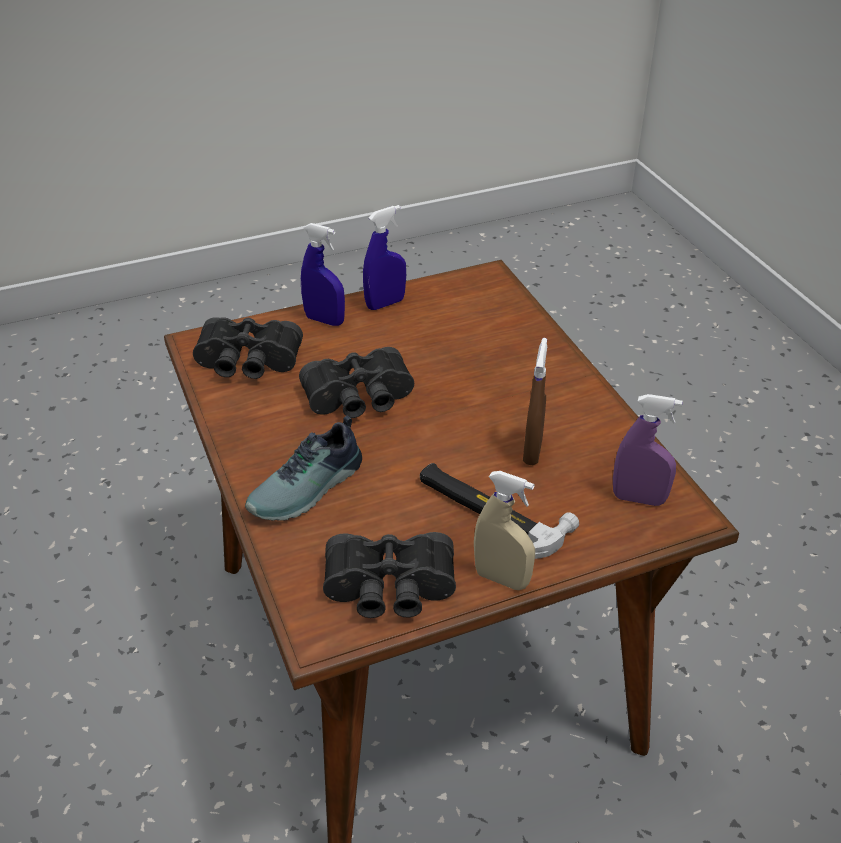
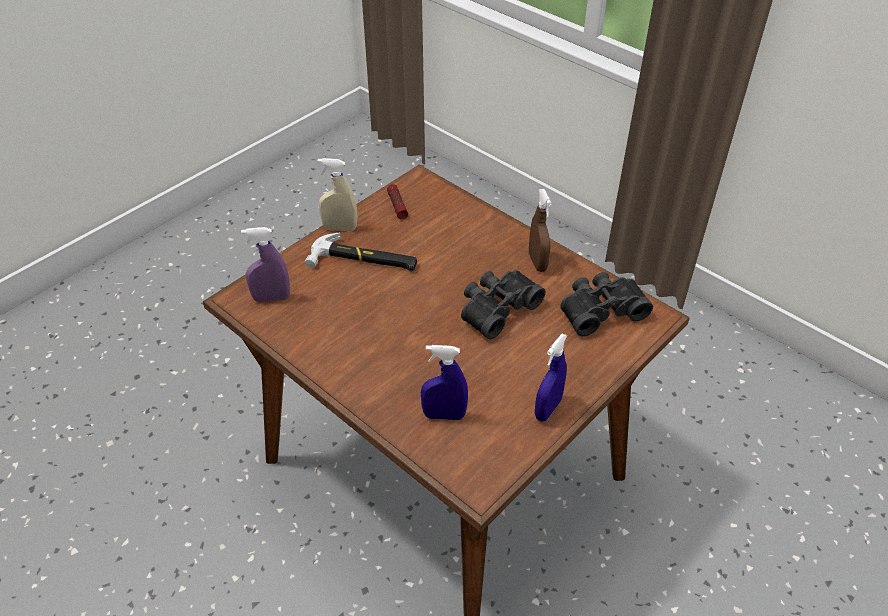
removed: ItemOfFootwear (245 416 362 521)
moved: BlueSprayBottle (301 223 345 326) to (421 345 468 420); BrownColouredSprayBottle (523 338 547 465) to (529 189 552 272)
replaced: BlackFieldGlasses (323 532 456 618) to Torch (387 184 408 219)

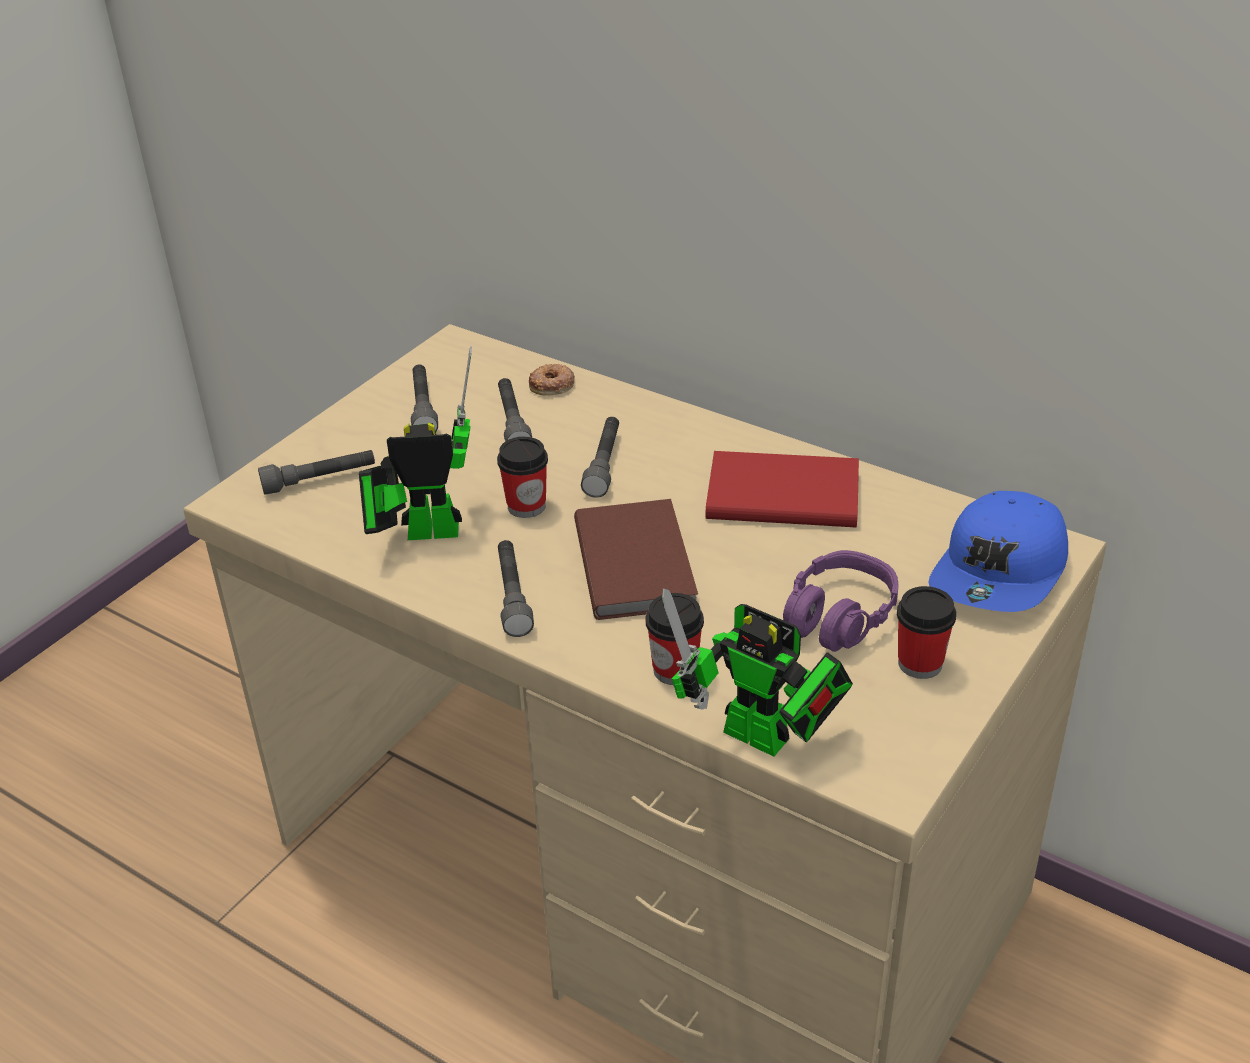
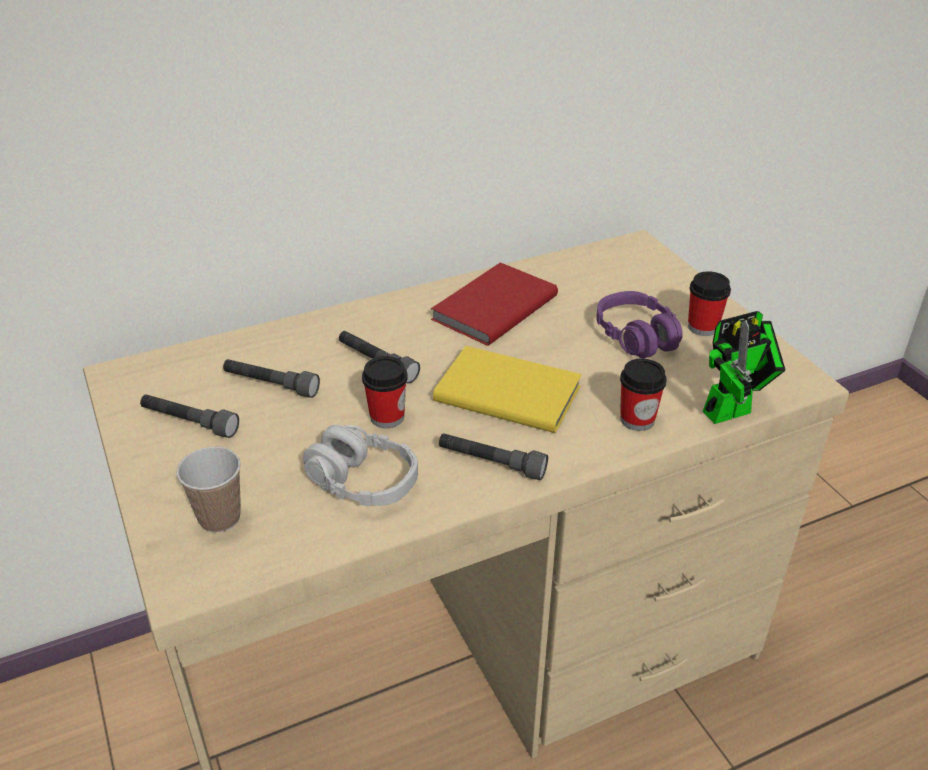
removed: RingDoughnut (529 364 575 396); BlueBaseballCap (928 491 1068 612)
replaced: RobotFigure (359 346 472 540) to GreyHeadphones (303 425 418 506); GreyTorch (258 450 375 495) to SmallCup (177 447 241 533)
recoloured: BrownColouredBoundBook (574 499 698 620) to YellowColouredBoundBook (433 346 582 433)

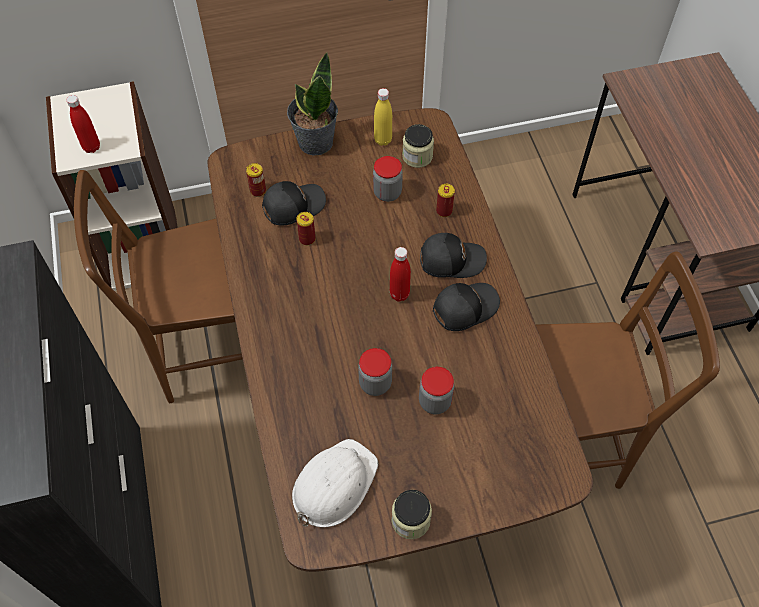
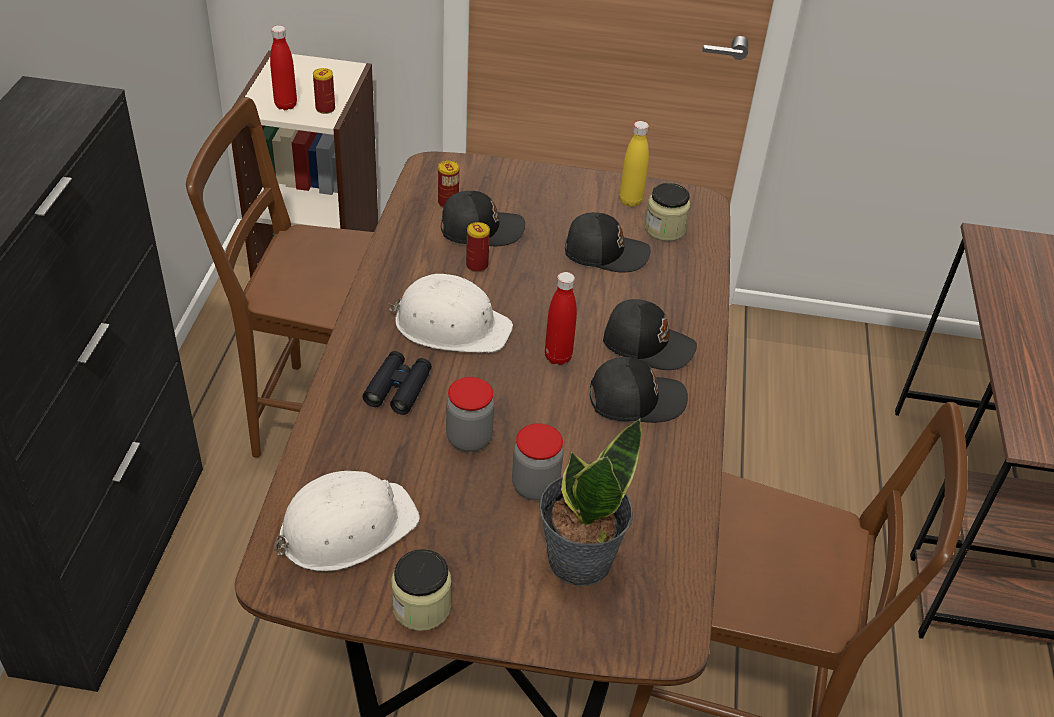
added: WhiteSafetyHelmet (388 274 513 353); BlackFieldGlasses (363 351 432 415)
moved: PottedPlant (287 52 338 156) to (539 418 642 587); SealedCan (436 184 455 217) to (313 68 335 114)
replaced: Jar (373 156 403 202) to BlackBaseballCap (565 212 651 272)

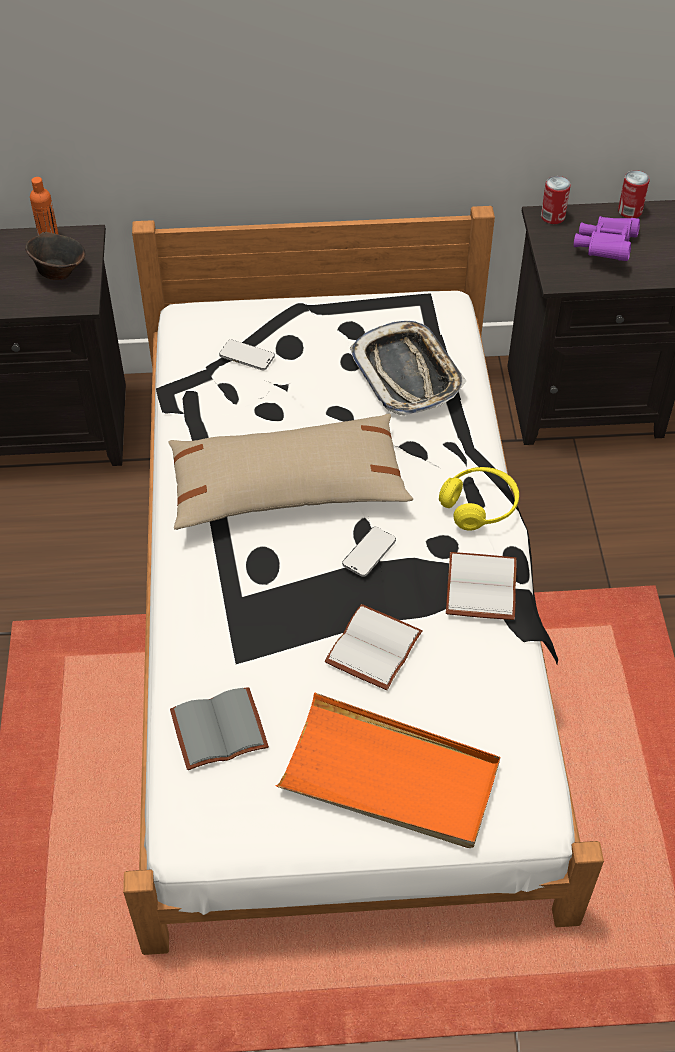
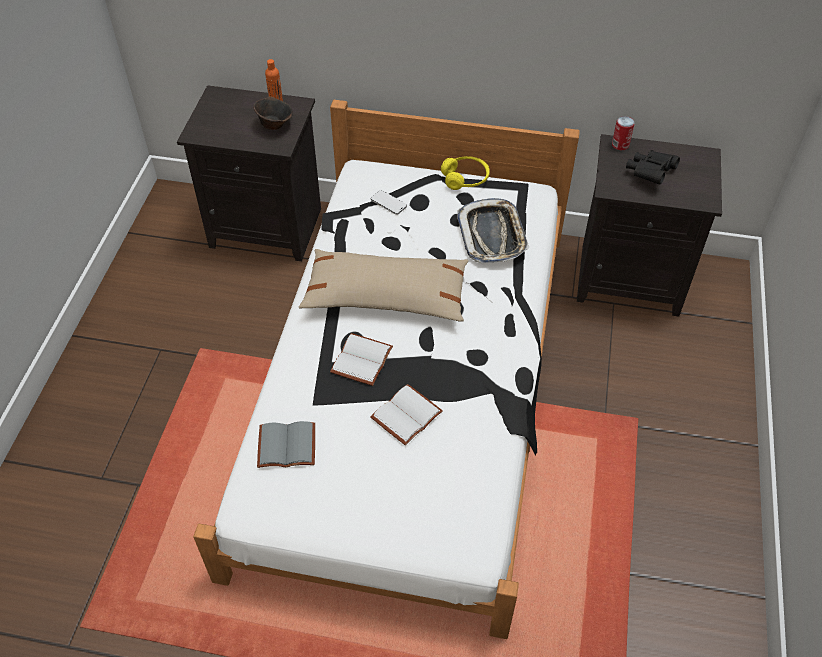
removed: SealedCan (618 170 649 218); Handset (342 527 396 577); OrangeColouredServingTray (276 692 500 848)
moved: YellowColouredHeadphones (439 467 519 531) to (441 156 490 190); WhiteBoundBook (446 552 517 620) to (330 333 393 386)
recoloured: PurpleColouredFieldGlasses (574 216 640 261) to BlackFieldGlasses (626 150 680 185)

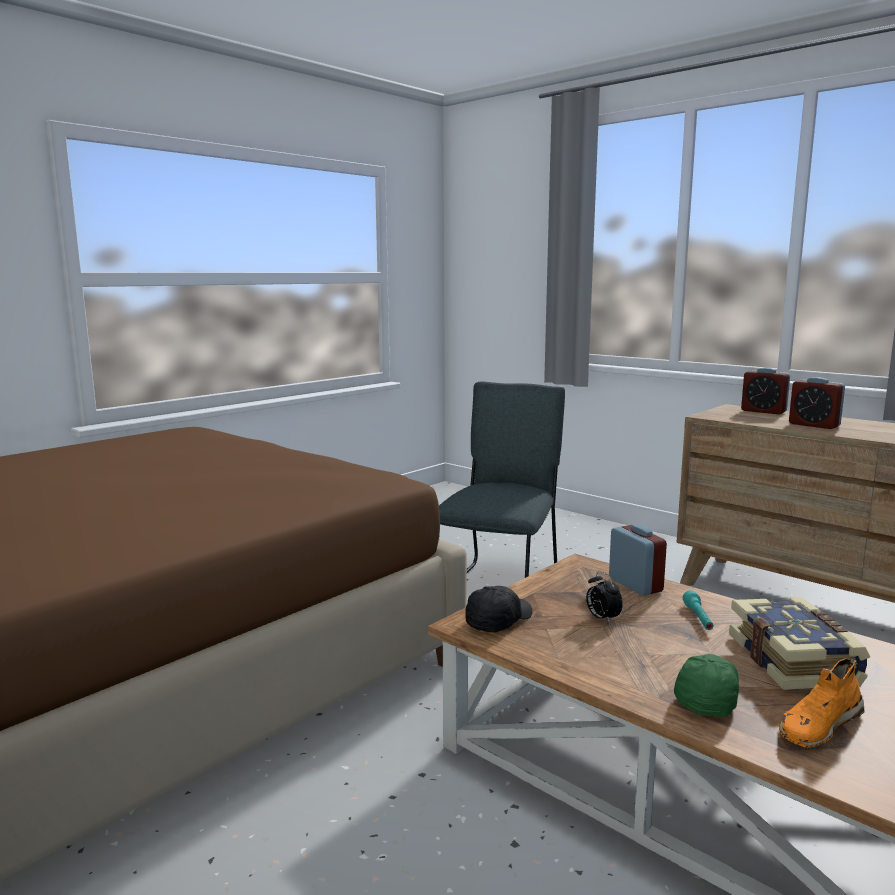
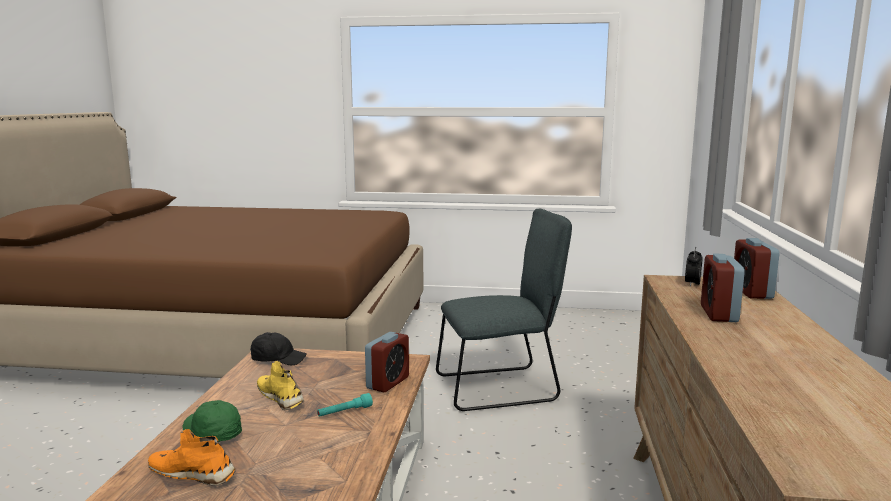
removed: BoundBook (729 597 870 690)
added: YellowColouredItemOfFootwear (257 361 304 410)
moved: BedsideClock (586 571 623 623) to (685 247 702 287)
turned: GreenishBaseballCap (674 654 739 717) = (183 400 242 442) 135 degrees counterclockwise

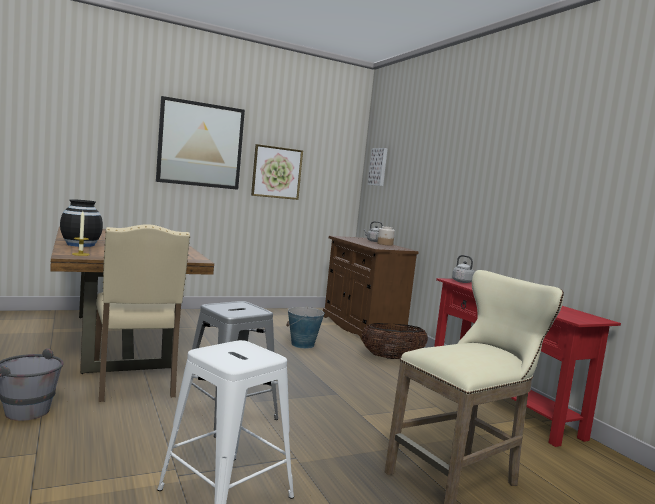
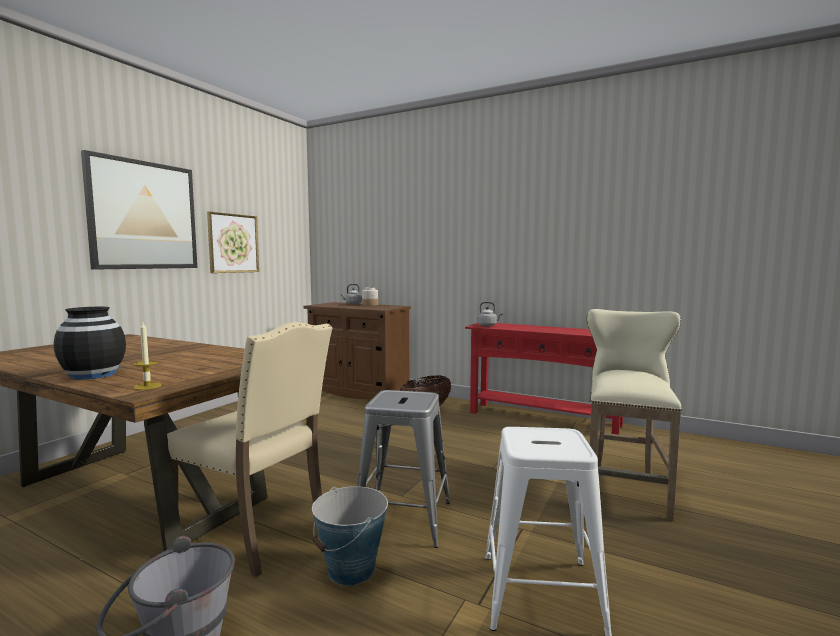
removed: Picture (368 148 388 186)
moved: Pail (286 306 324 349) to (312 486 388 586)

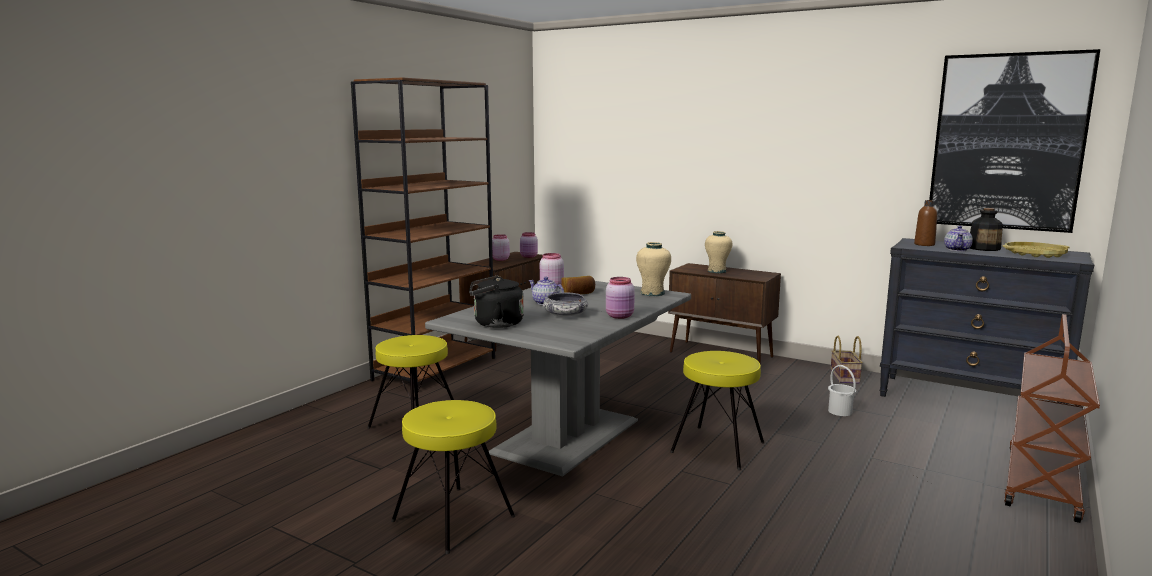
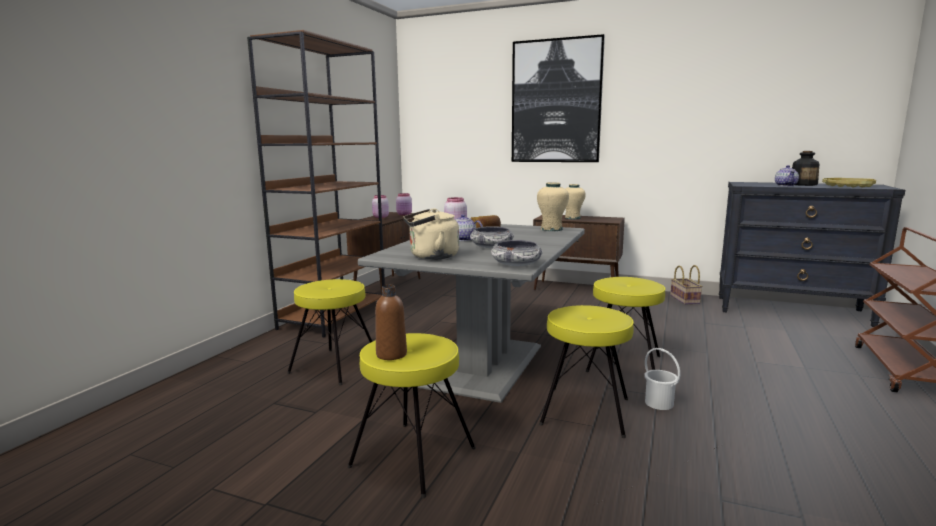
removed: PinkColouredJar (606 277 635 319)
added: DeepDish (491 240 543 266); YellowColouredStool (539 305 634 438)
moved: Picture (929 49 1100 233) to (512 34 605 162); BrownColouredBeverageBottle (914 200 937 246) to (375 285 407 360); WhitePail (828 365 856 416) to (644 348 680 410)
recoloured: BlackTeaKettle (469 275 524 328) to BeigeTeaKettle (403 208 459 260)

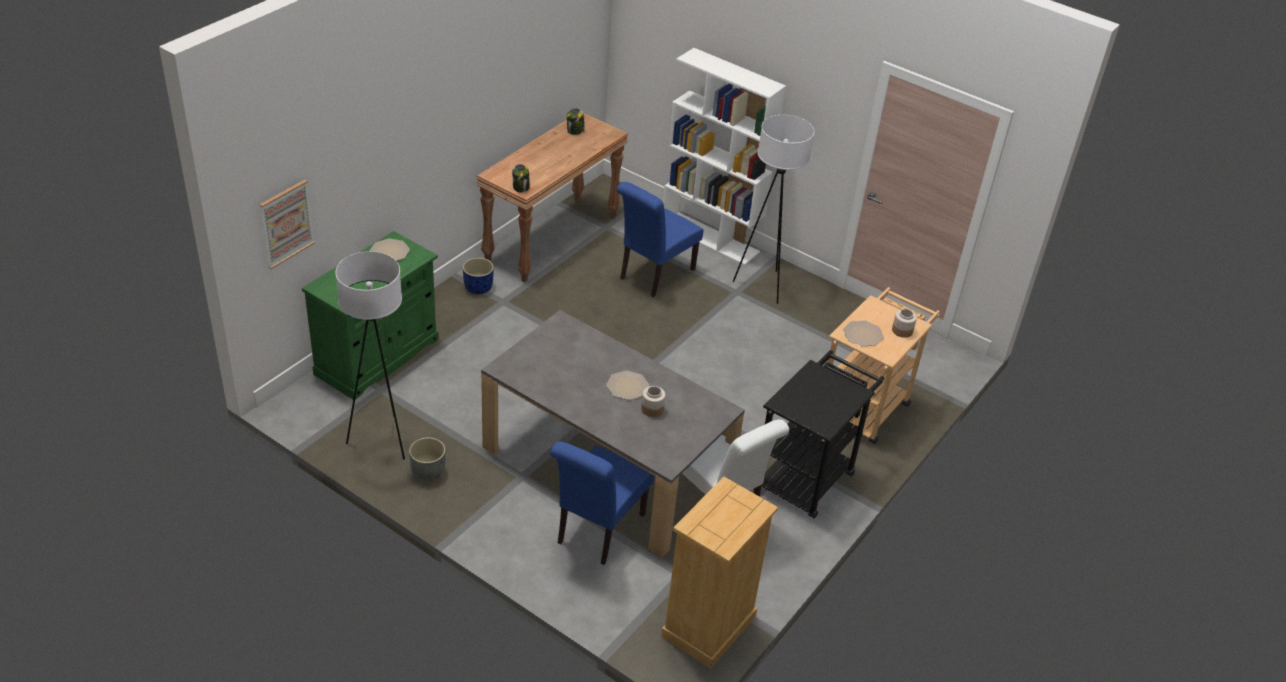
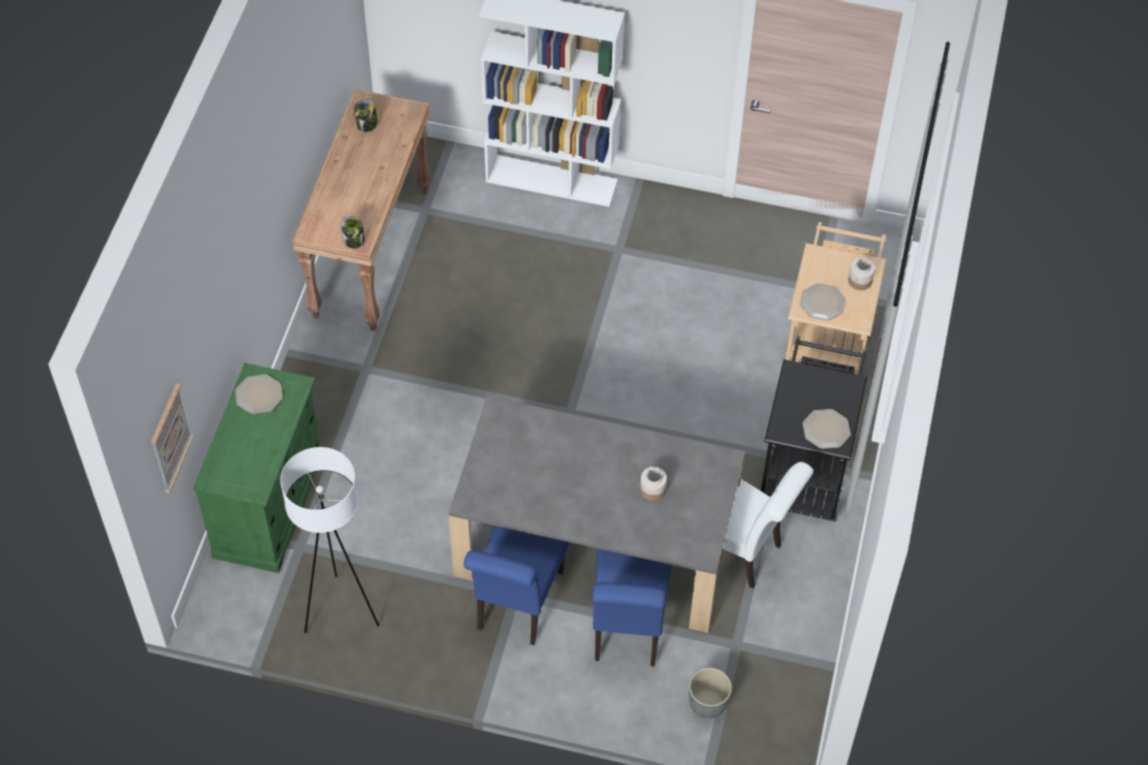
removed: WhiteStandingLamp (733 115 814 304); BluePlantPot (463 258 494 294); BeigeDresser (661 477 778 669)
moved: BlueUprightChair (617 182 703 297) to (464 526 569 645); FlatDish (606 370 649 400) to (802 409 851 449); GreyPlantPot (409 437 446 481) to (689 668 732 718)

